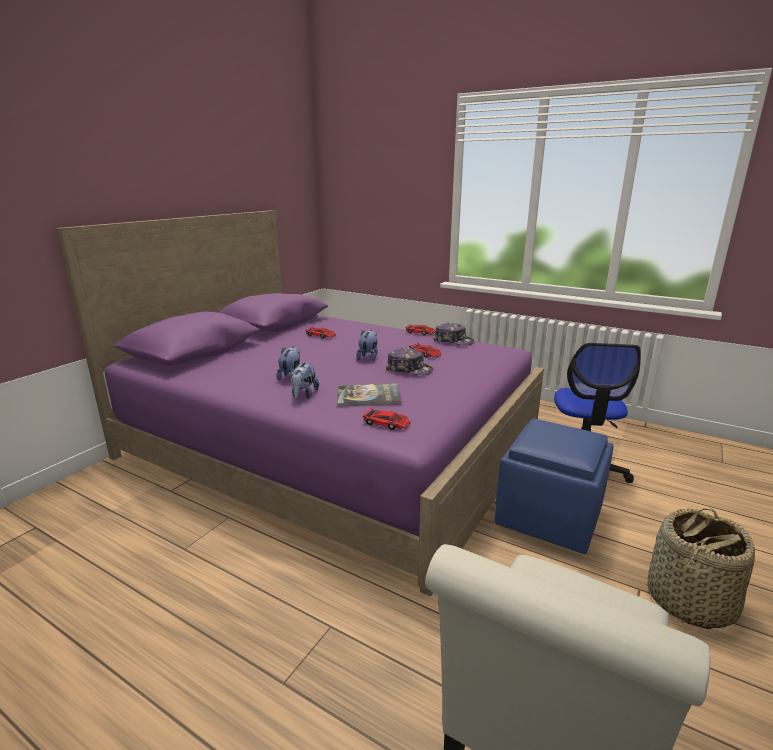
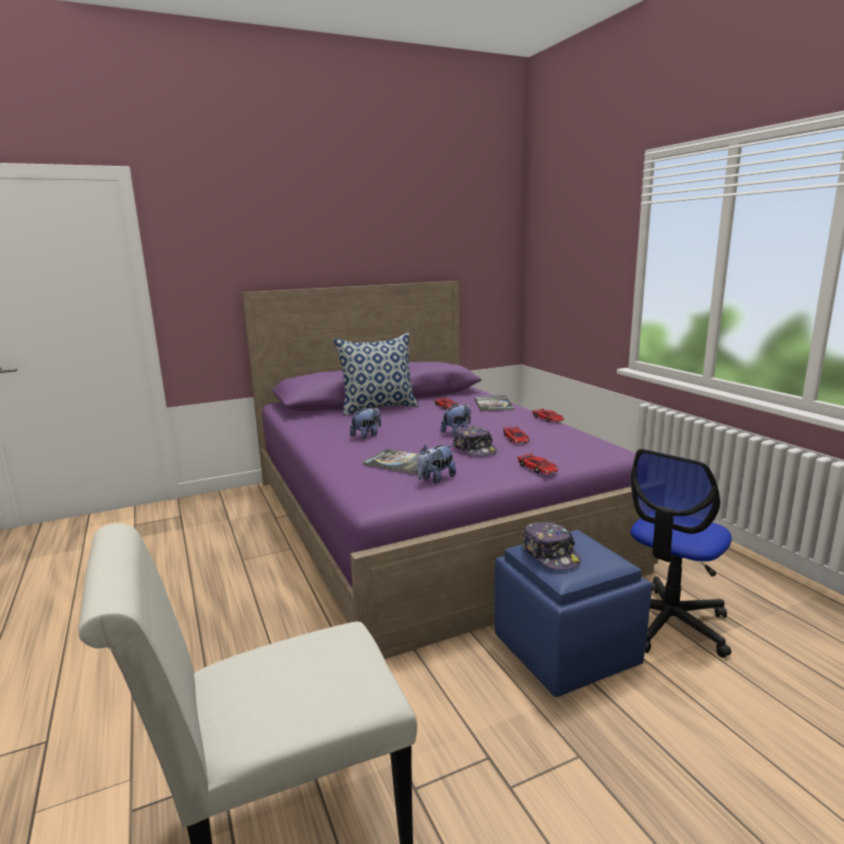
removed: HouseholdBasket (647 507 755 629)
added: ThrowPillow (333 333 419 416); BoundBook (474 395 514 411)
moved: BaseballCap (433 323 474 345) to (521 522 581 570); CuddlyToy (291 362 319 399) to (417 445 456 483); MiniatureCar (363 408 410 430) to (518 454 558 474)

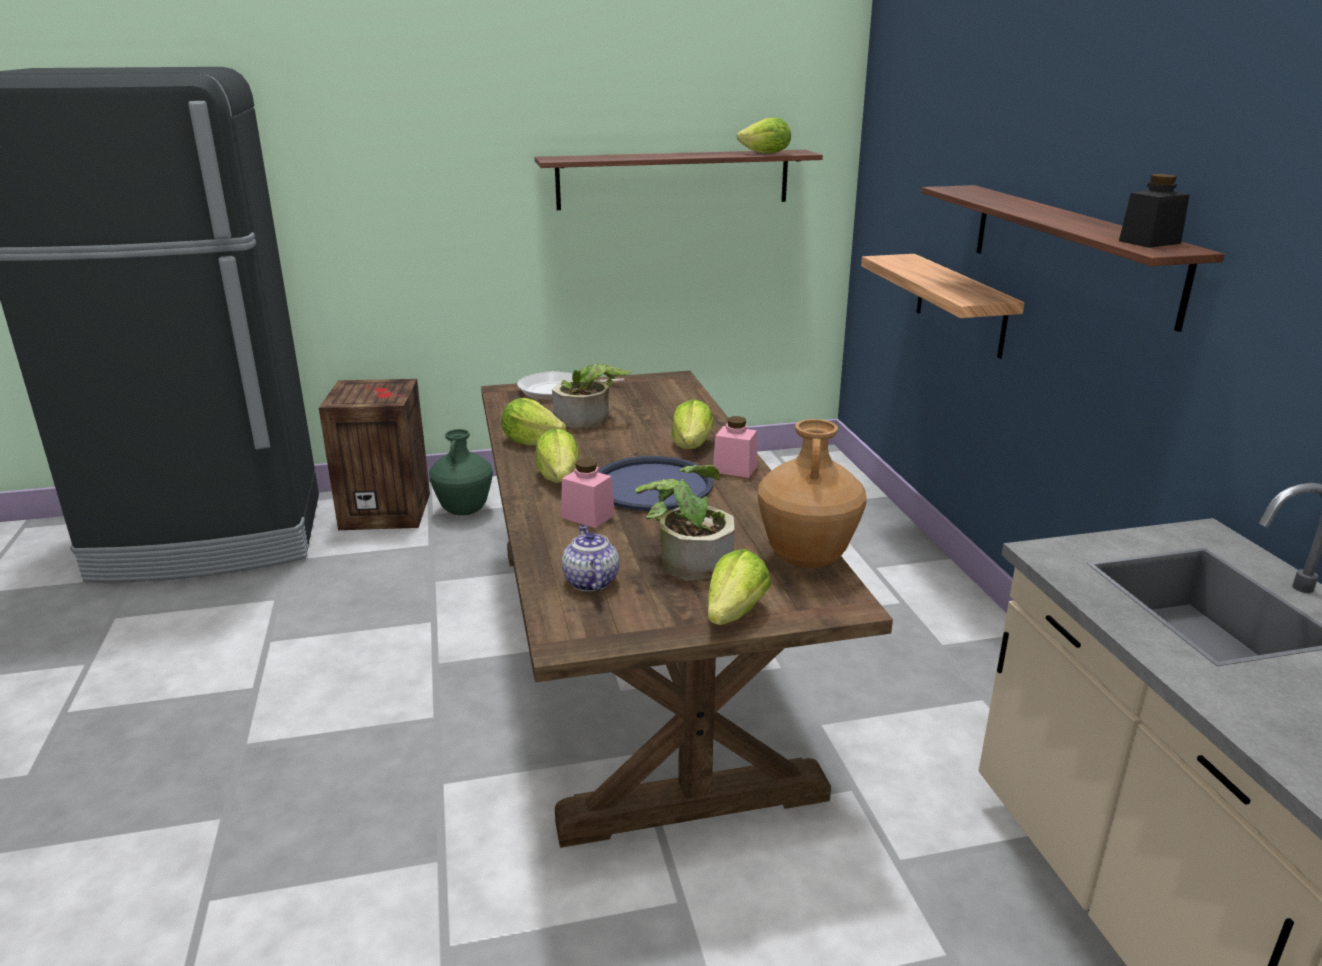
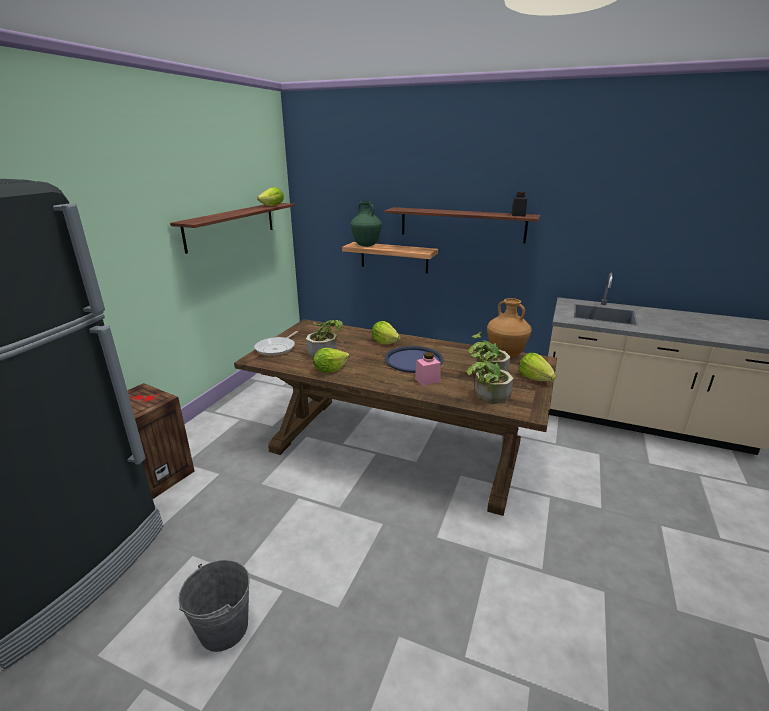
removed: PinkColouredJar (713 416 757 478); Lettuce (535 428 579 483)
added: GreyPail (179 560 250 652)
moved: GreenishFlowerVase (429 429 493 516) to (351 201 382 247)
replaced: TeaPot (562 525 619 591) to PottedPlant (467 350 514 404)

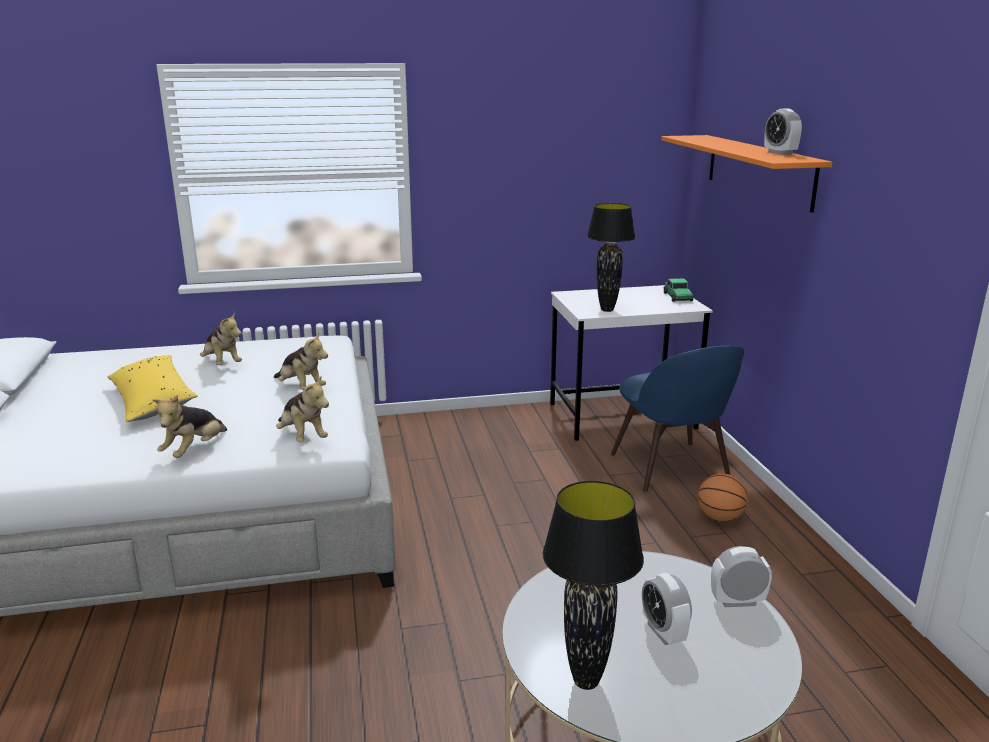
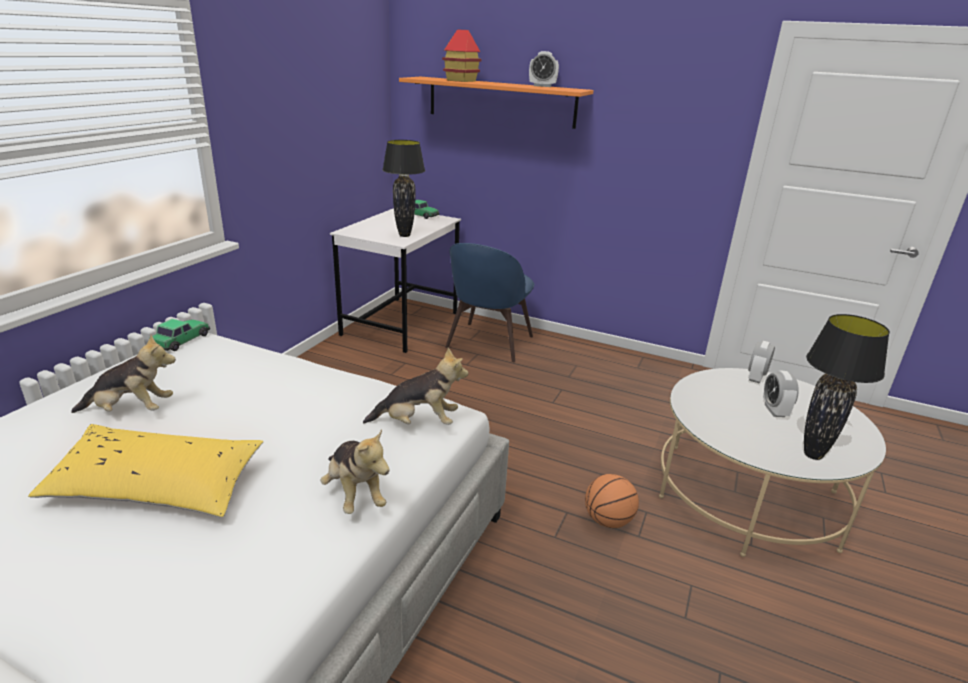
removed: CuddlyToy (274 333 328 390)
added: ModelHouse (442 30 482 82); MiniatureCar (149 319 210 351)
moved: Basketball (698 473 749 522) to (585 474 639 528)
turned: BlueUprightChair (611 346 744 492) = (445 243 535 362) 90 degrees clockwise; BedsideClock (642 573 692 645) = (763 370 799 417) 75 degrees clockwise

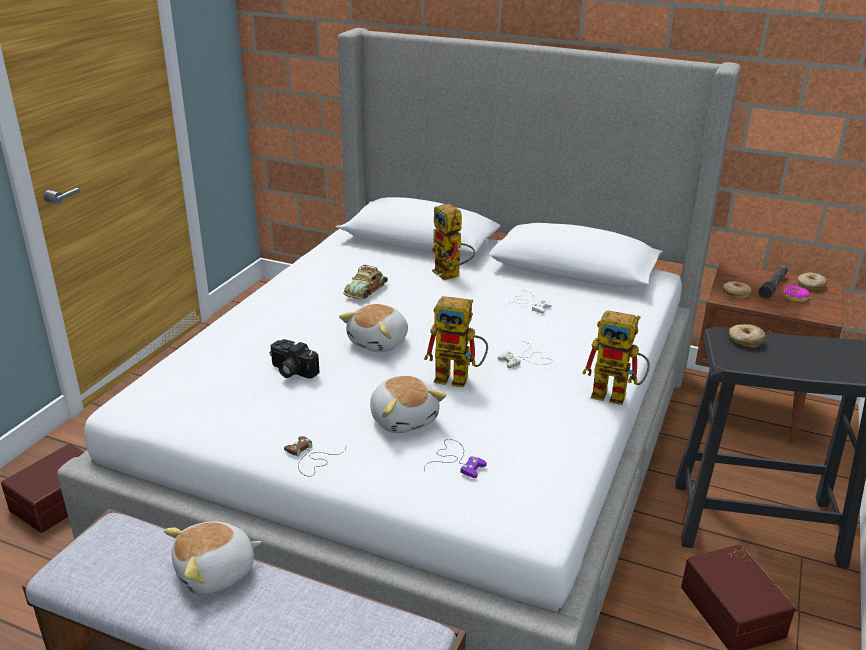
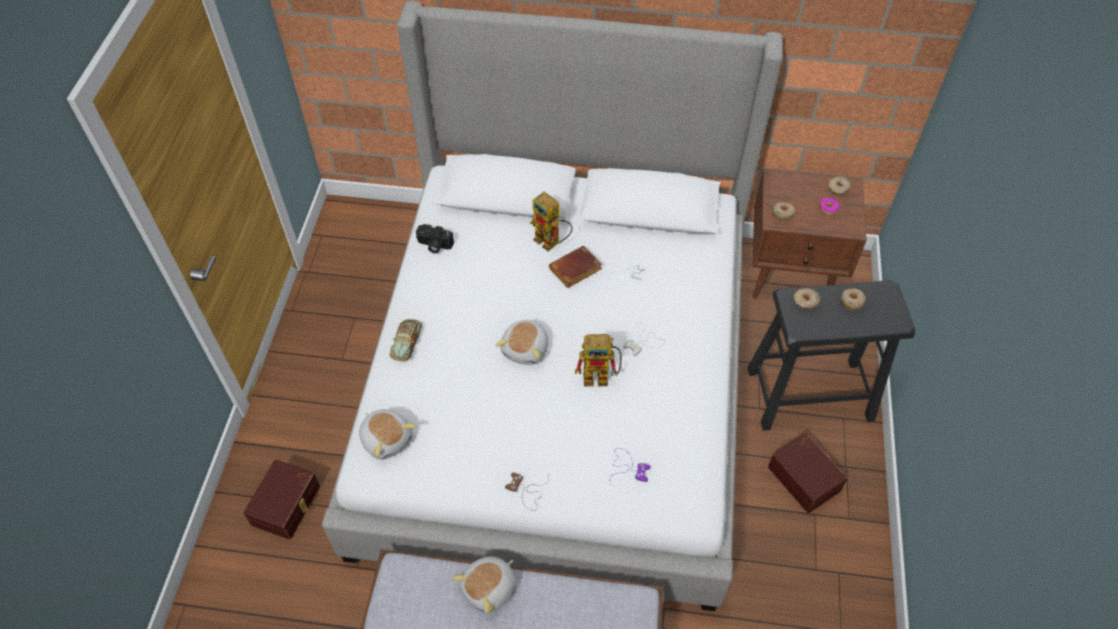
removed: GreyTorch (758 266 788 299); RobotFigure (582 310 650 405)
added: BrownColouredBoundBook (549 246 602 288); RingDoughnut (841 288 866 311)
moved: MiniatureCar (343 265 388 299) to (390 319 422 361); PhotoCamera (270 339 320 379) to (416 224 454 254); CuddlyToy (370 376 446 433) to (359 409 416 459)

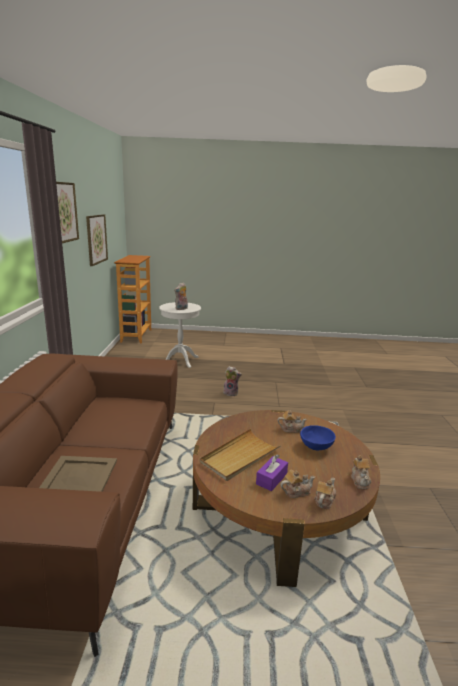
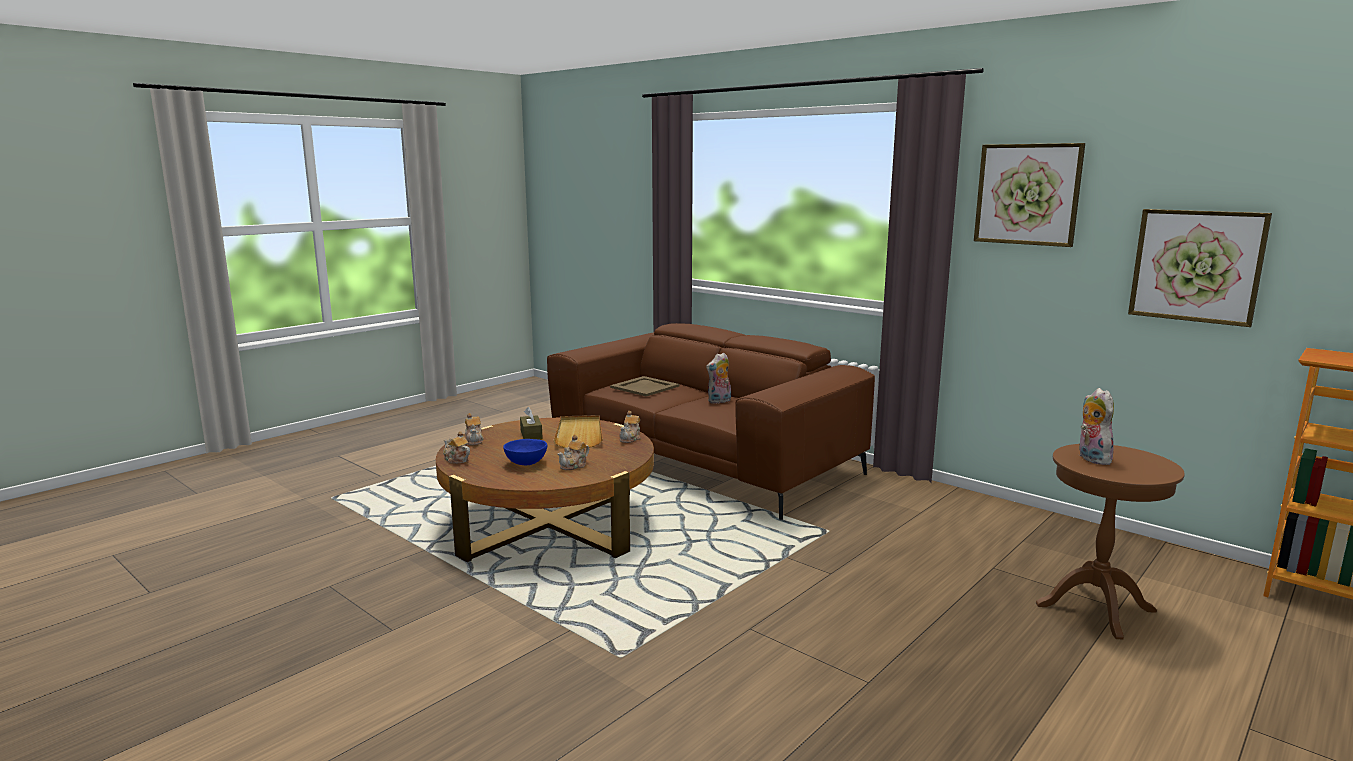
moved: CuddlyToy (222 366 242 396) to (706 352 731 404); TeaPot (280 469 315 498) to (619 411 641 443)
recoloured: WhiteEndTable (159 302 201 368) to BrownColouredEndTable (1036 444 1185 639); PurpleColouredTissueHolder (256 454 288 491) to BrownColouredTissueHolder (520 407 543 440)

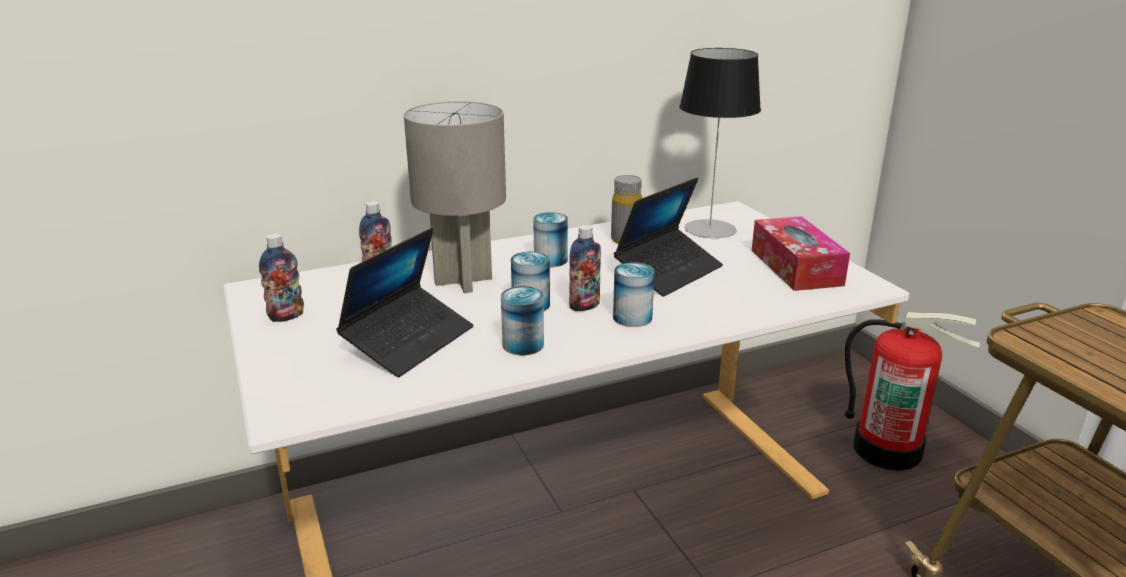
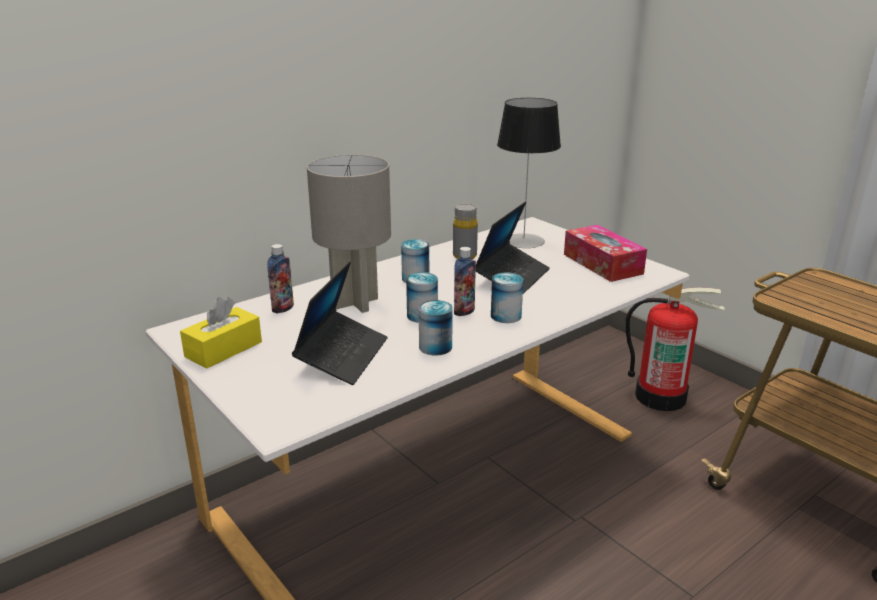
replaced: BeverageBottle (259 234 304 322) to YellowColouredTissueHolder (180 297 262 369)

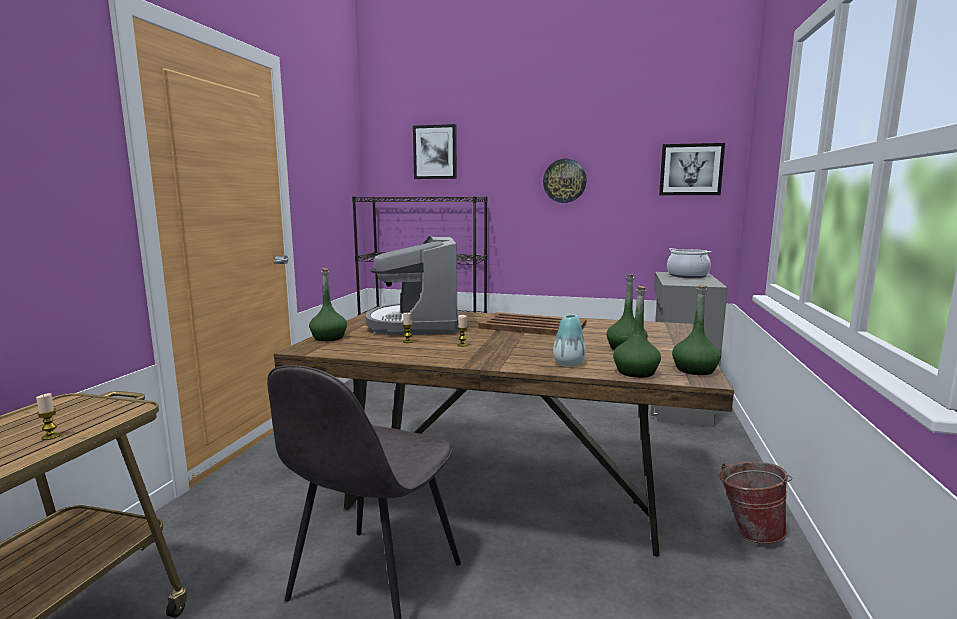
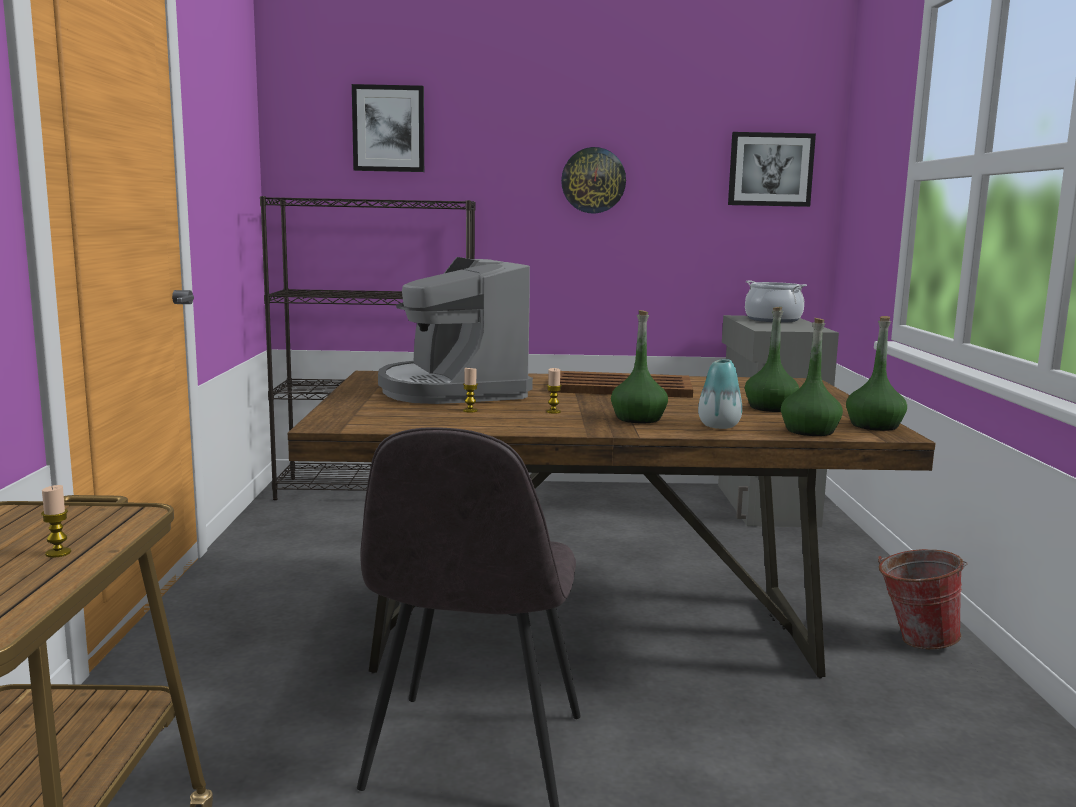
moved: GreenishBeverageBottle (309 268 347 341) to (611 310 668 423)

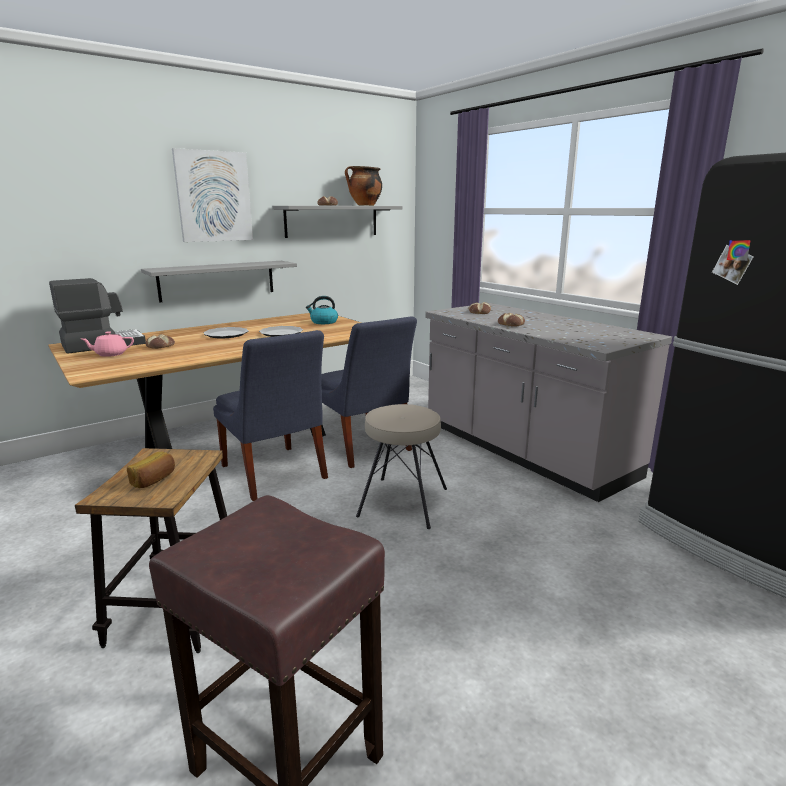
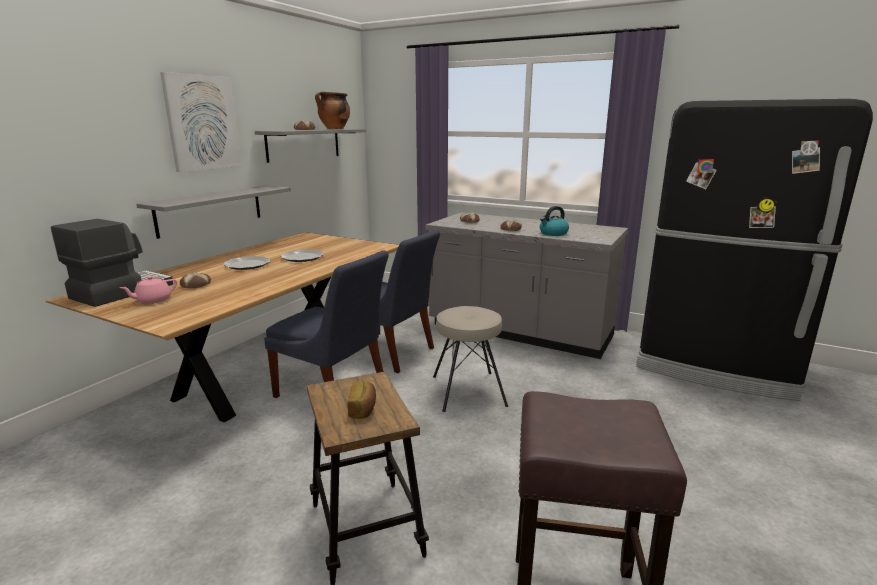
moved: TeaKettle (306 296 338 324) to (540 206 569 236)

